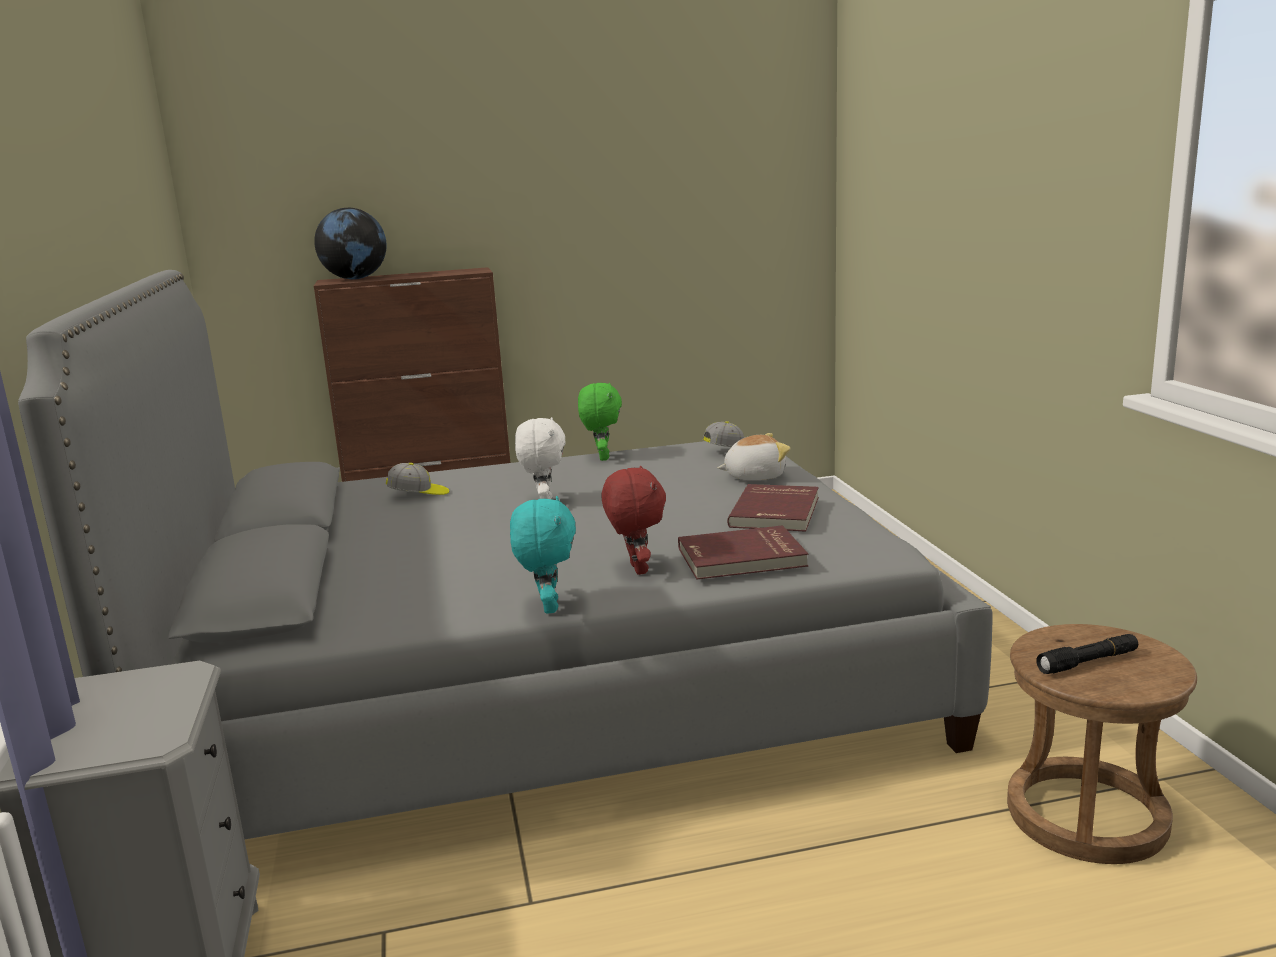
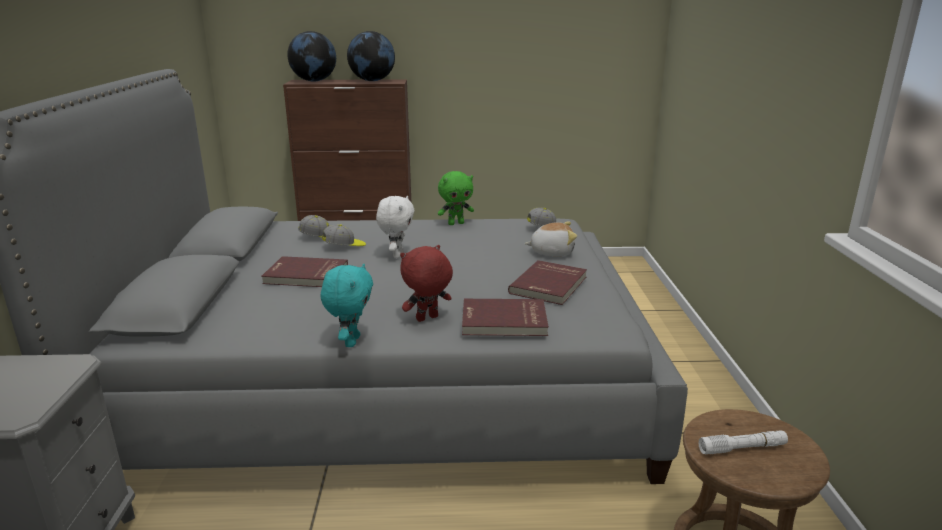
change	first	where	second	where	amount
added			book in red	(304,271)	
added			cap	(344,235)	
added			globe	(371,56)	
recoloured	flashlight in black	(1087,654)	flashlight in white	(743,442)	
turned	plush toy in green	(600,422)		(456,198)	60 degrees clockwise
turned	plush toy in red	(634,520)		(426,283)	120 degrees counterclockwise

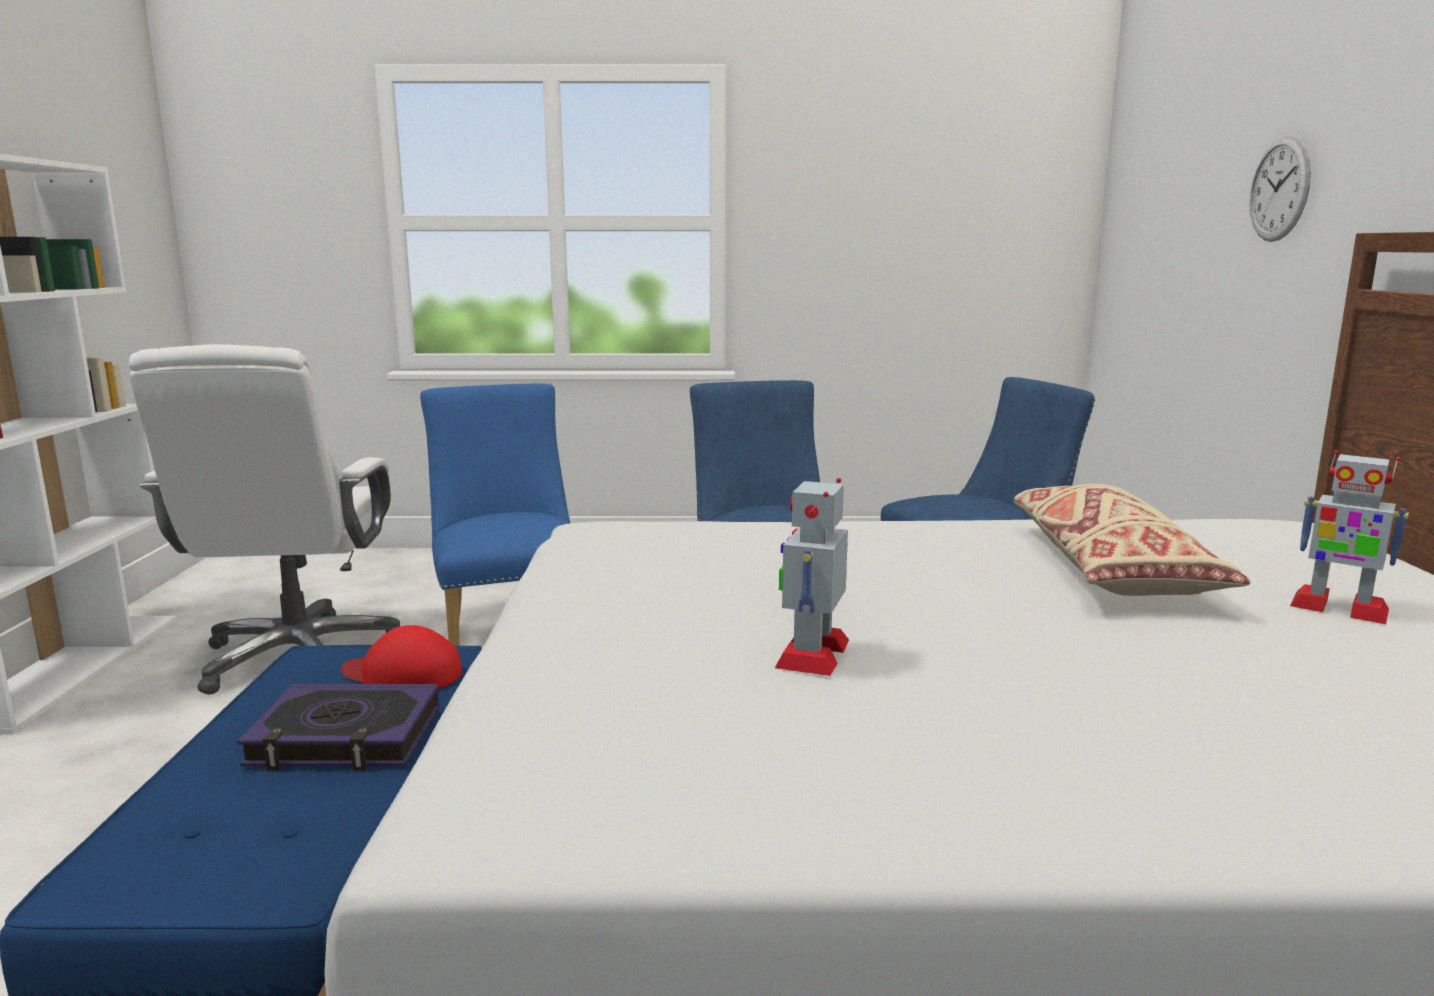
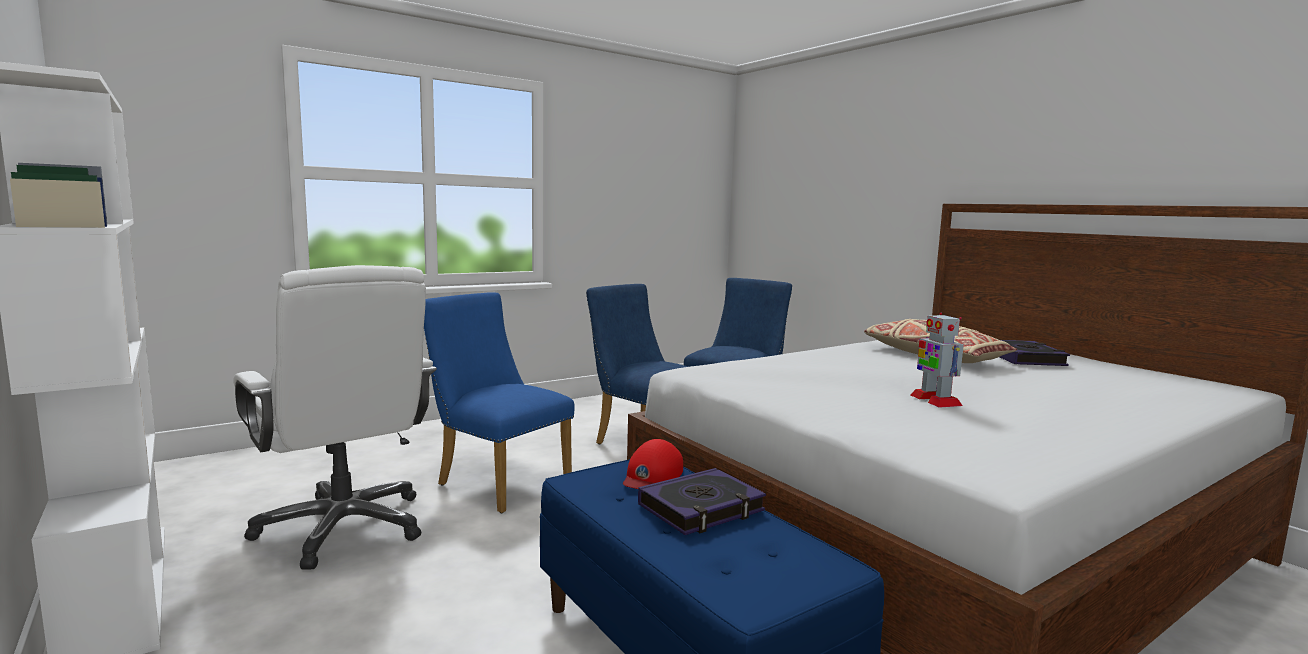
change	first	where	second	where	amount
removed	wall clock	(1280,189)			
replaced	toy robot	(1349,537)	book	(1035,353)	
turned	cap in red	(401,657)		(653,464)	45 degrees counterclockwise

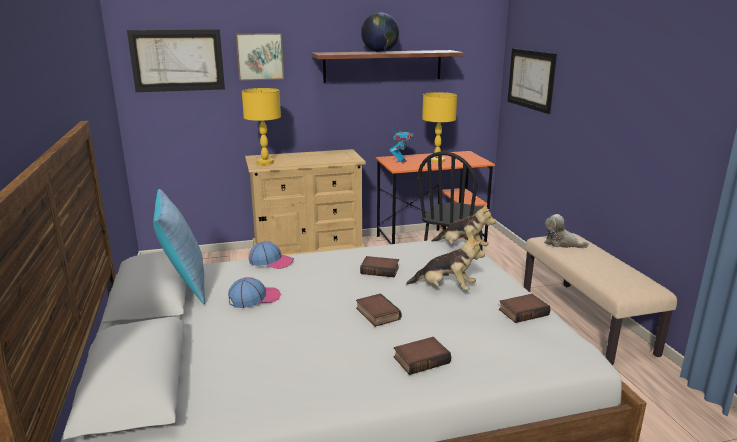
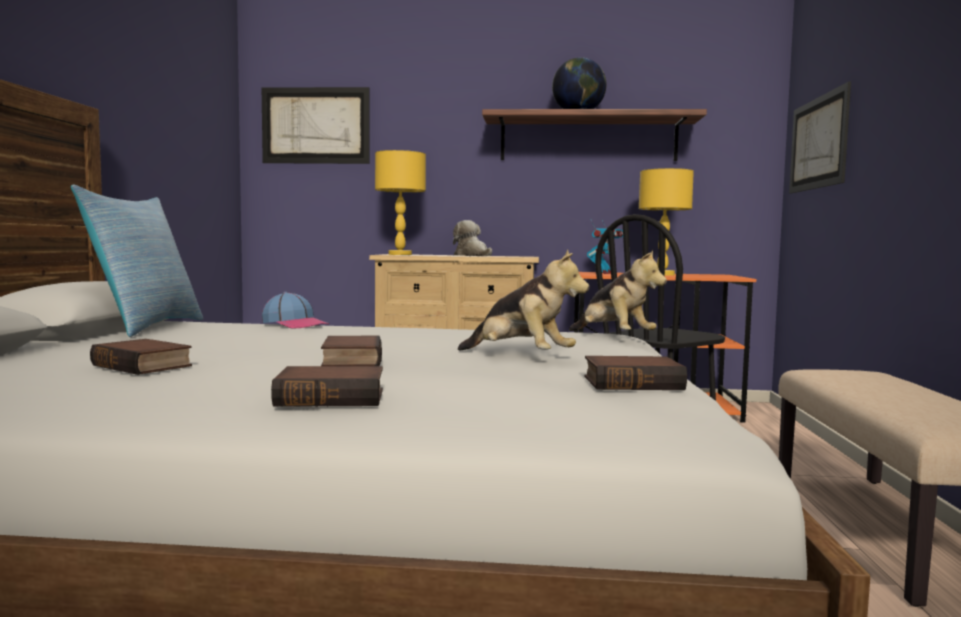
change	first	where	second	where	amount
removed	cap	(254,292)			
removed	picture	(260,57)			
moved	book	(379,266)		(141,357)	
moved	plush toy	(566,231)		(472,238)	

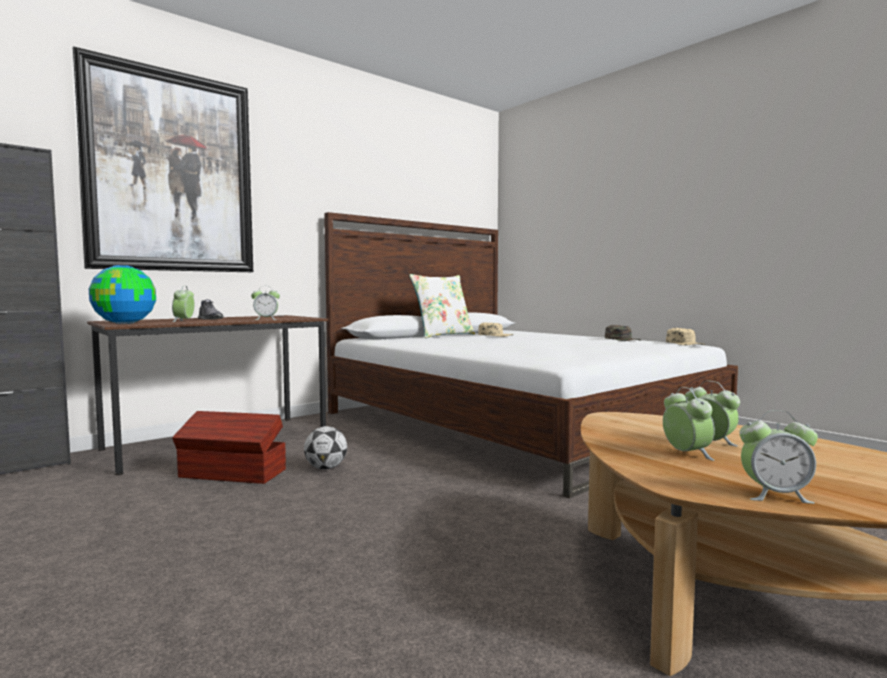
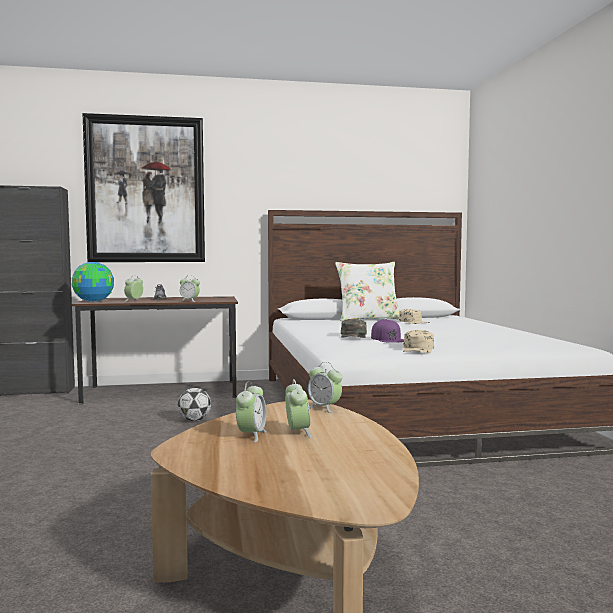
change	first	where	second	where	amount
removed	storage box in brown	(229,447)			
added			cap in purple	(387,331)	
moved	cap in green	(623,333)		(354,328)	
moved	cap in beige	(685,336)		(418,341)	
moved	alarm clock	(778,457)		(325,387)	

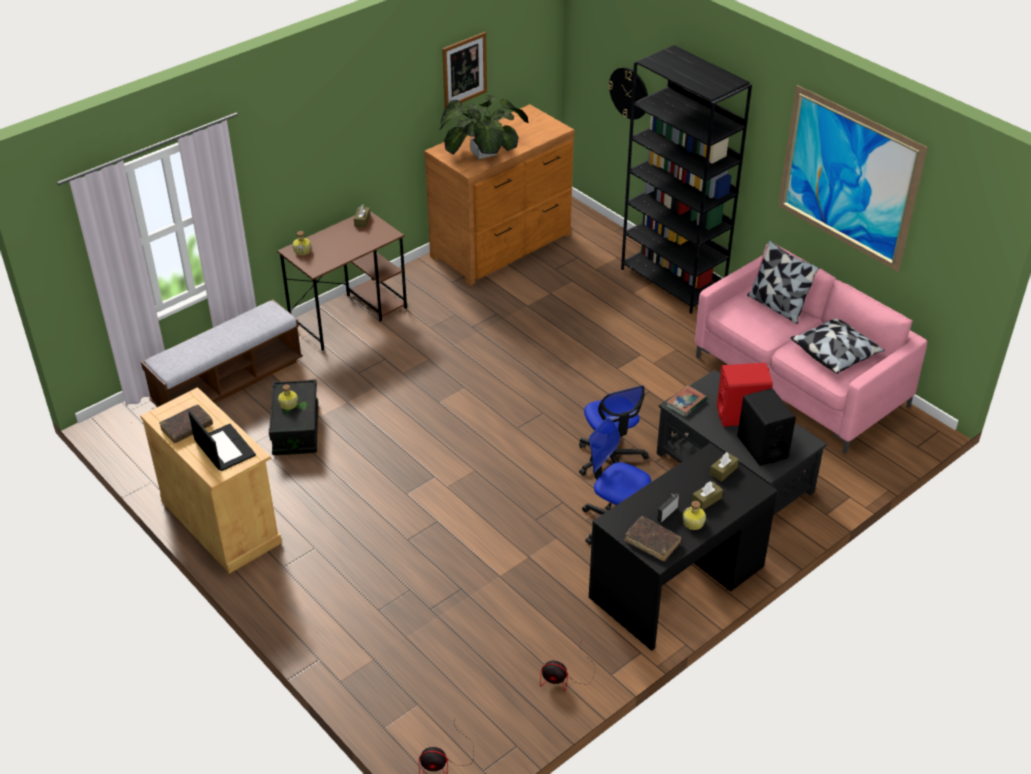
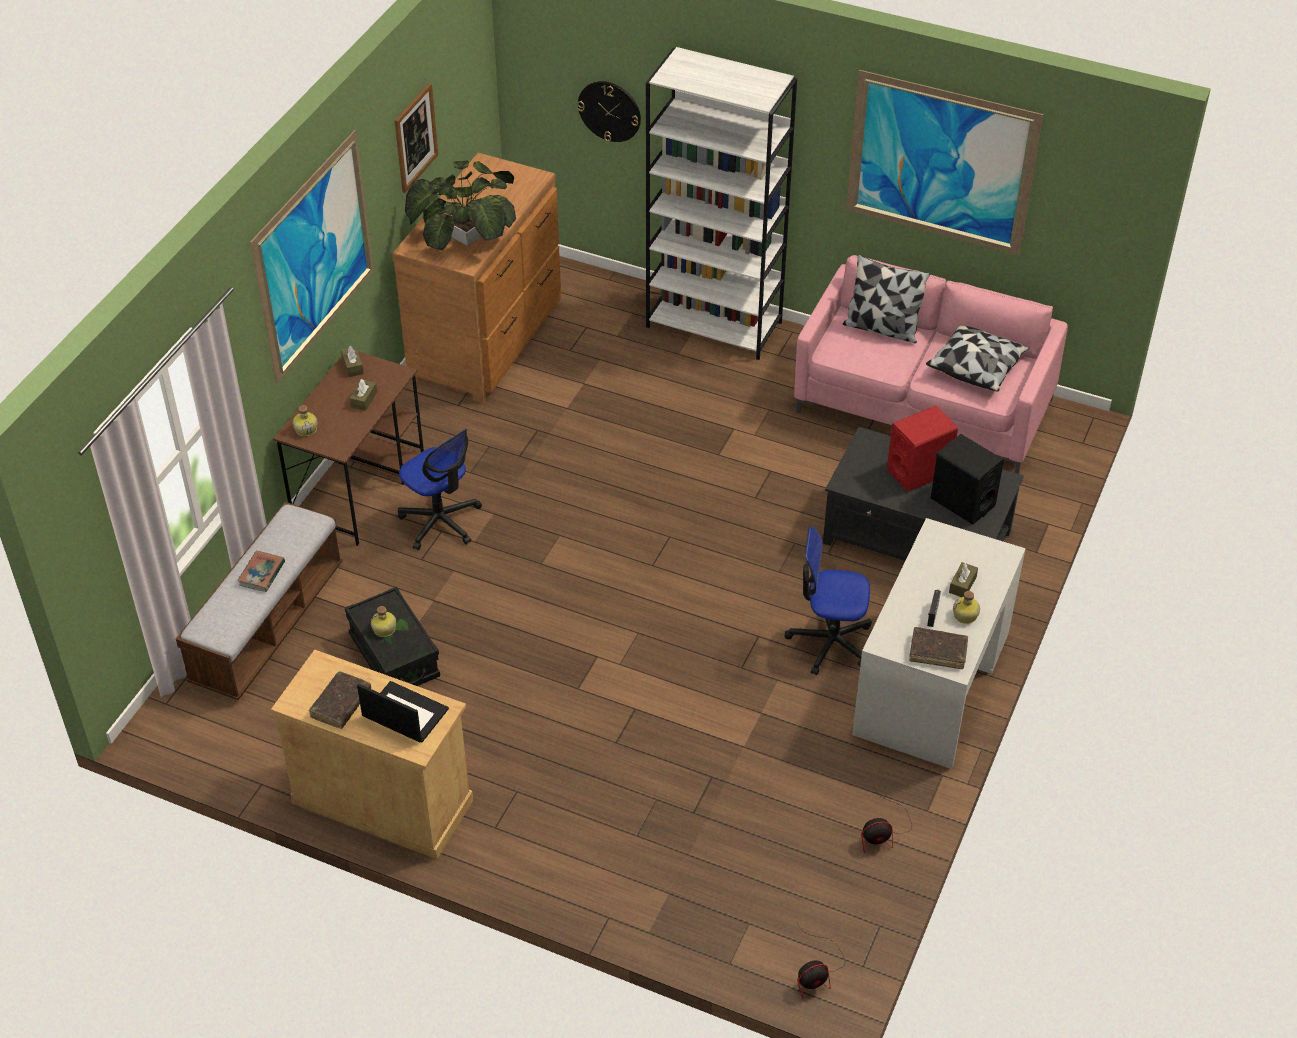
change	first	where	second	where	amount
added			picture	(312,257)	
moved	office chair	(614,431)		(440,489)	
moved	book	(686,401)		(261,571)	
moved	tissue box in brown	(724,467)		(363,395)	
recoloured	desk in black	(683,547)	desk in white	(939,643)	
recoloured	bookcase in black	(686,179)	bookcase in white	(721,203)	

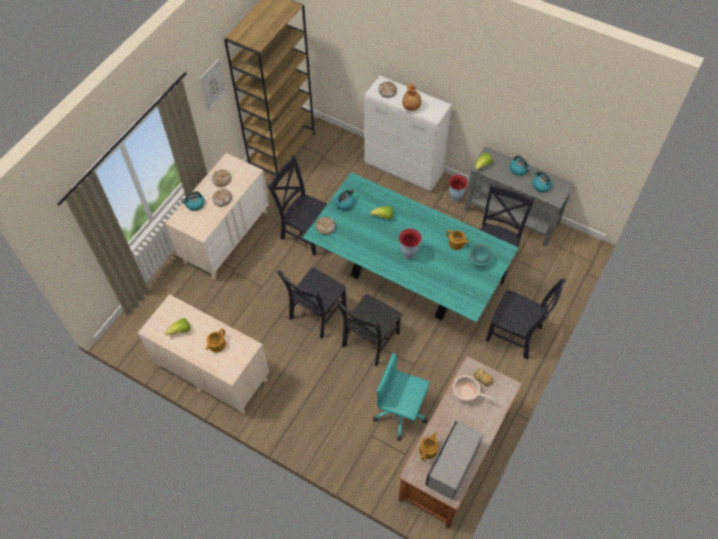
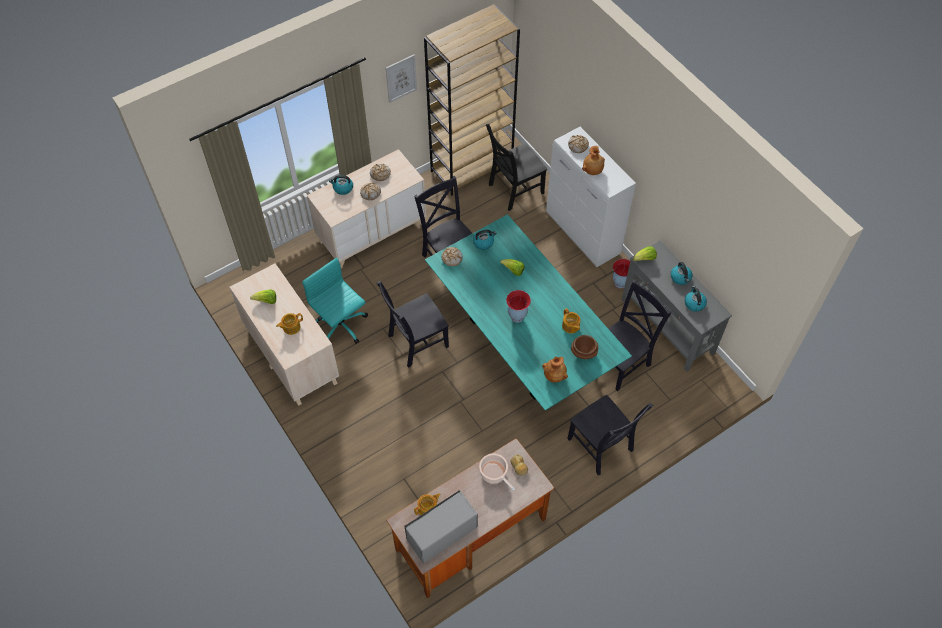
change	first	where	second	where	amount
added			vase in brown	(555,369)	
moved	chair in black	(368,330)		(516,167)	
moved	office chair in turquoise	(401,397)		(335,301)	
recoloured	bowl in turquoise	(481,255)	bowl in brown	(584,347)	

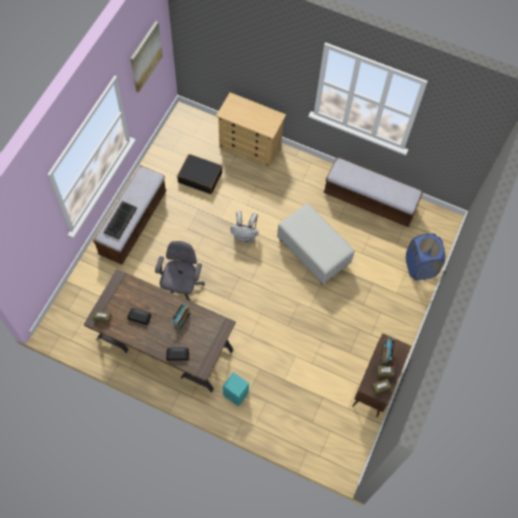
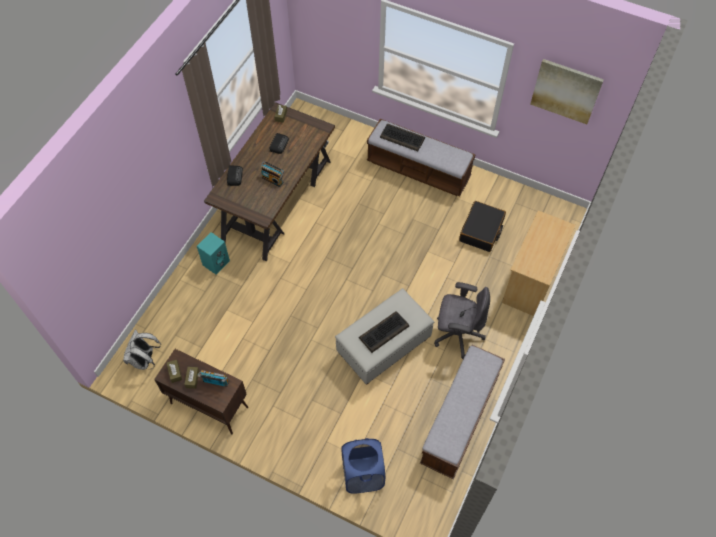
change	first	where	second	where	amount
added			keyboard	(384,332)	
moved	office chair in grey	(180,271)		(462,320)	
moved	backpack in white	(244,227)		(142,349)	

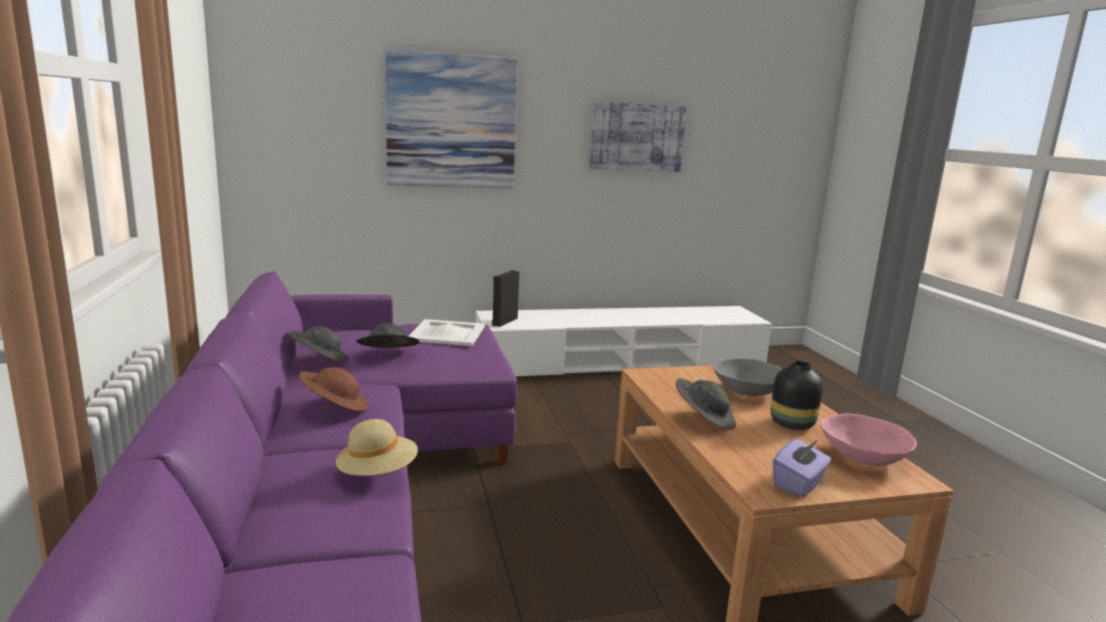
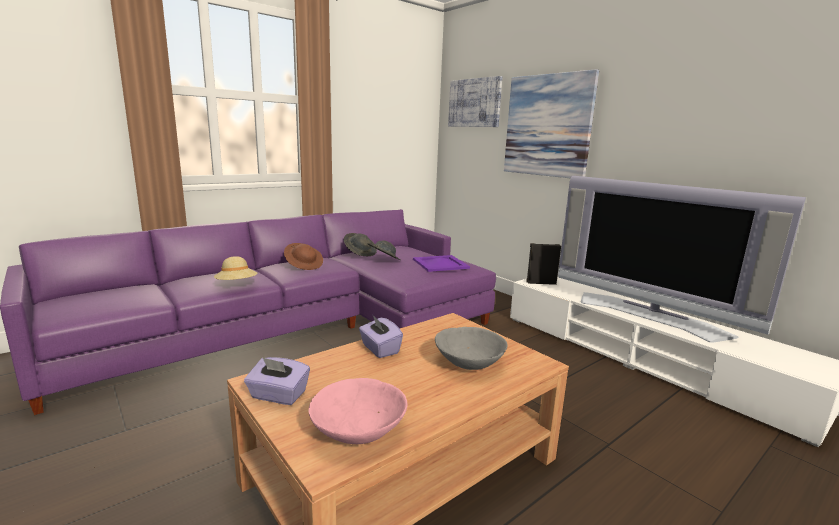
change	first	where	second	where	amount
removed	vase in black	(797,395)			
added			television	(682,259)	
moved	picture	(638,136)		(475,101)	
replaced	hat in grey	(706,404)	tissue box in purple	(381,337)	
recoloured	tray in white	(447,332)	tray in purple	(441,263)	

